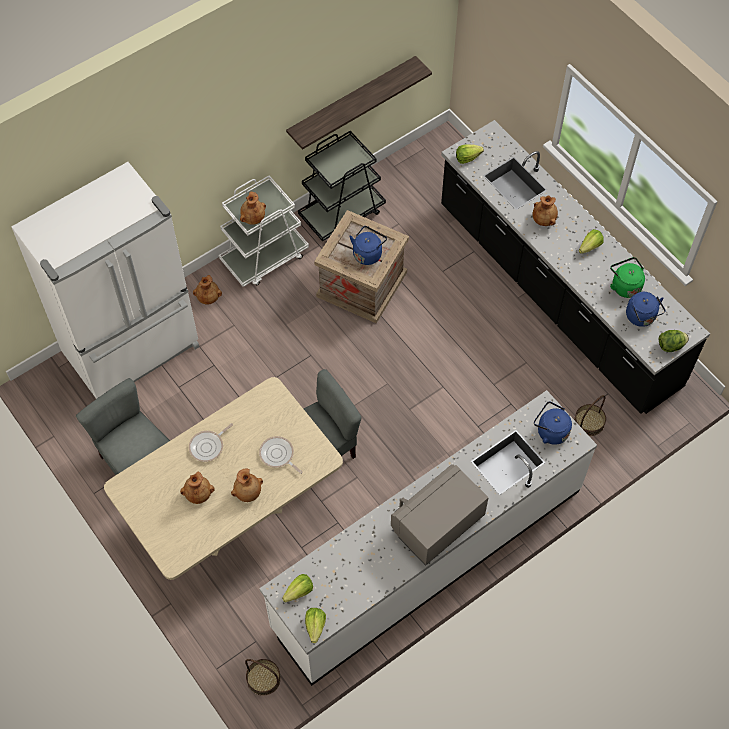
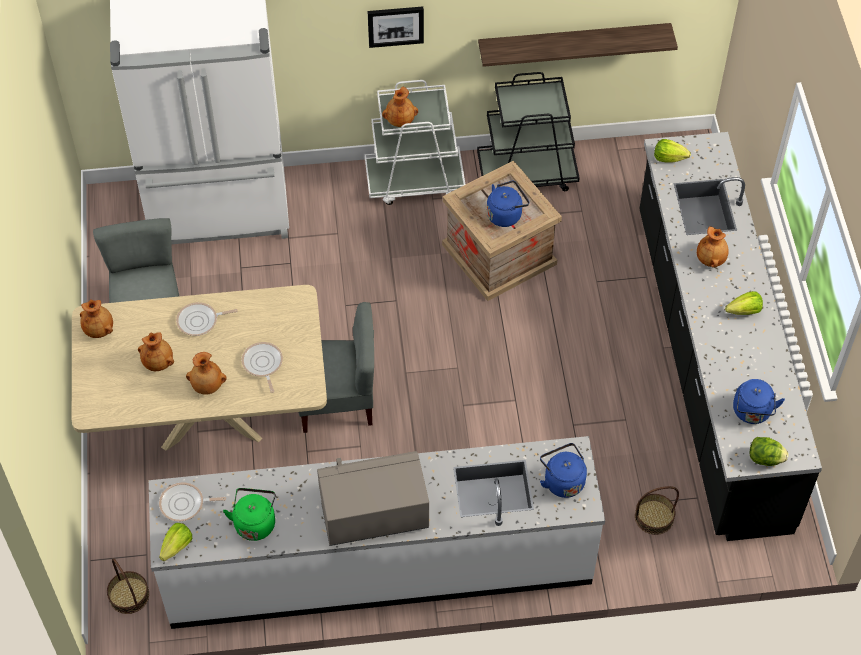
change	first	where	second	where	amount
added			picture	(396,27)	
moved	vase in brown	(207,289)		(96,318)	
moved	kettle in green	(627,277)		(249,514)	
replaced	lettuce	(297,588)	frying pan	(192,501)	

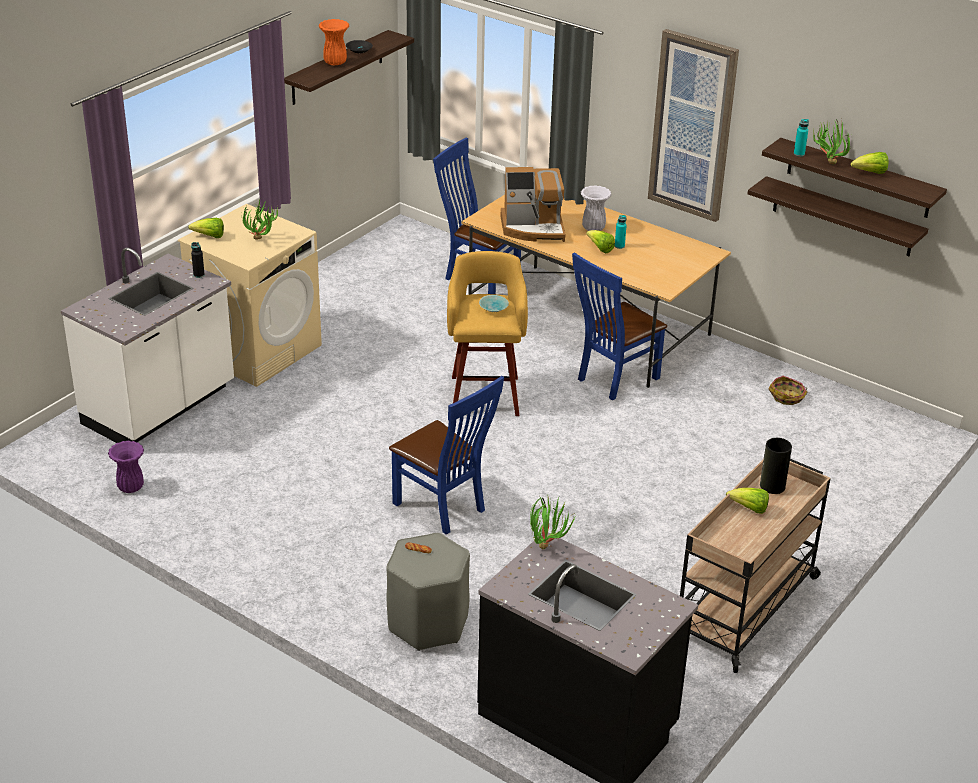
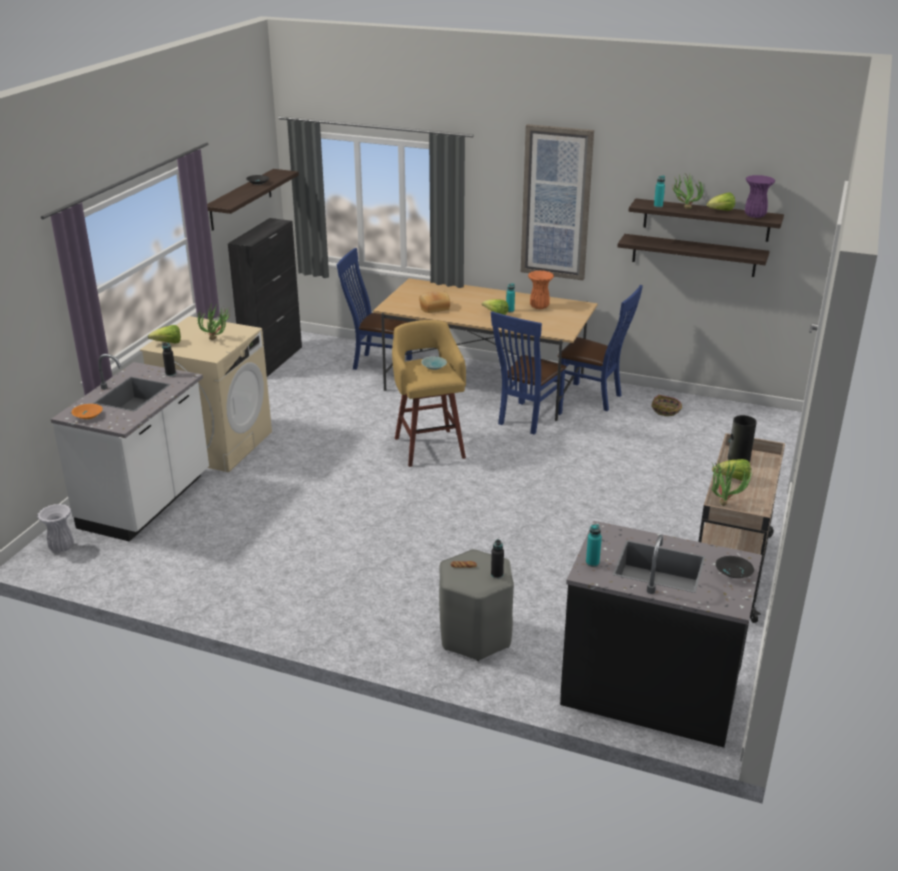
change	first	where	second	where	amount
added			bowl in orange	(87,411)	
added			cabinet in black	(265,297)	
added			bottle in black	(497,558)	
added			bottle in turquoise	(594,545)	
added			bowl in black	(734,567)	
moved	vase in purple	(126,467)		(760,196)	
moved	vase in orange	(334,42)		(541,290)	
moved	chair in blue	(446,455)		(600,348)	
moved	potted plant	(553,522)		(732,482)	
moved	vase in white	(596,208)		(55,528)	
replaced	coffee machine	(533,204)	bread	(434,302)	

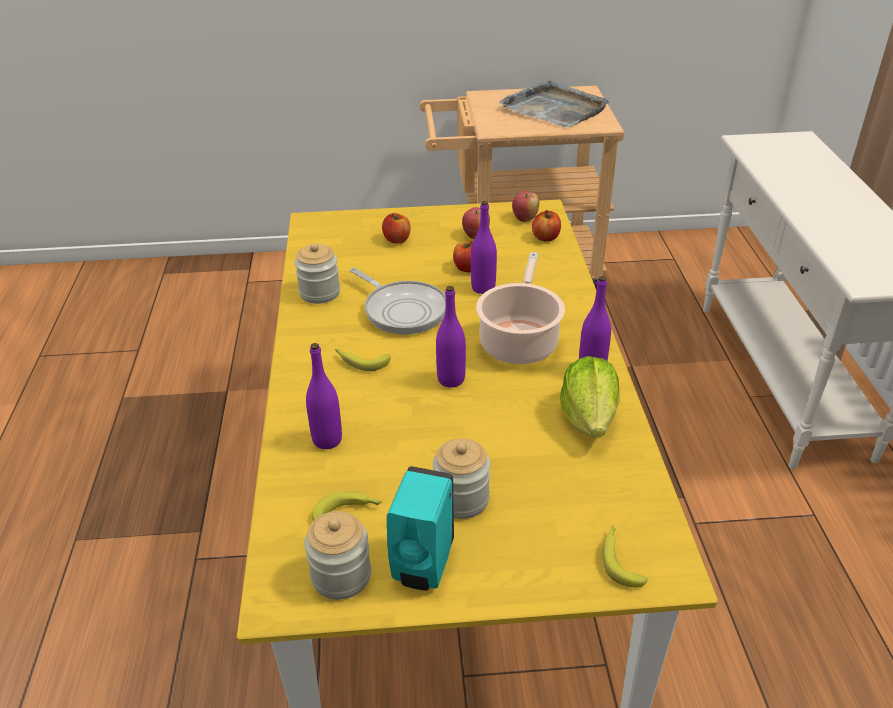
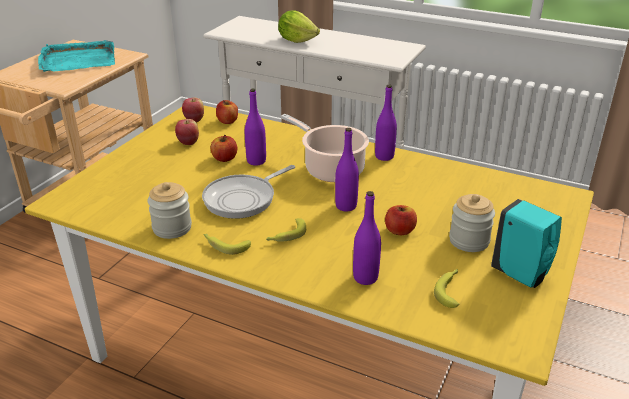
change	first	where	second	where	amount
removed	jar	(338,555)			
moved	apple	(396,228)		(401,220)	
moved	lettuce	(590,397)		(299,26)	
moved	banana	(625,556)		(227,244)	
recoloured	tray in grey	(554,103)	tray in turquoise	(76,56)	
turned	frying pan	(398,301)		(248,192)	150 degrees clockwise

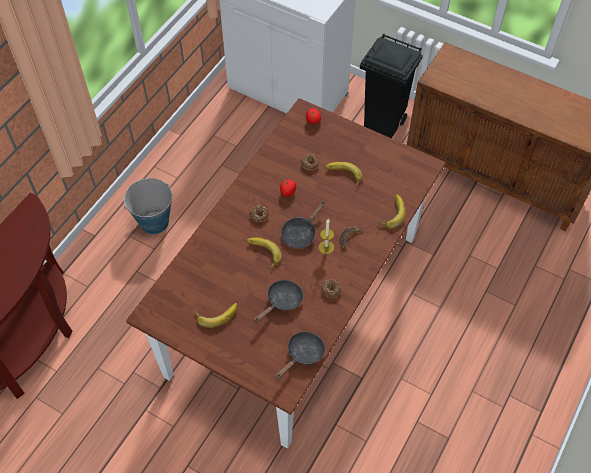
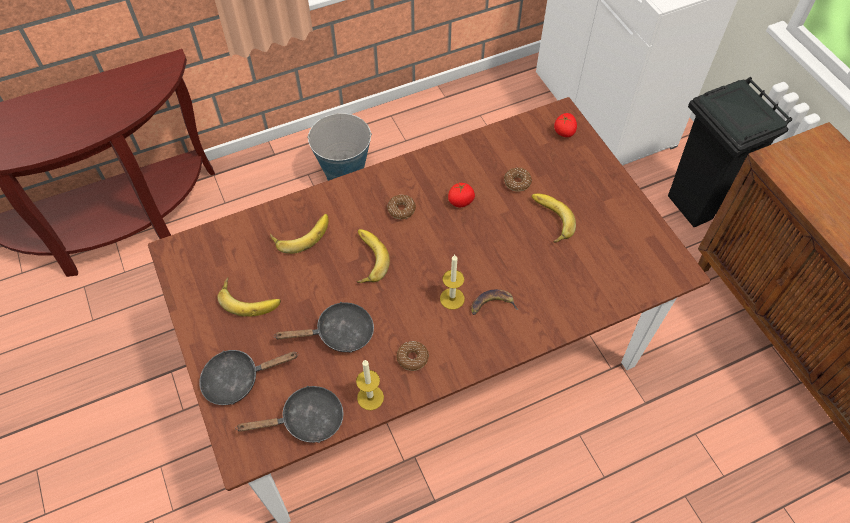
change	first	where	second	where	amount
added			candle	(370,385)	
moved	frying pan in black	(303,225)		(248,377)	
moved	banana	(392,211)		(299,234)	

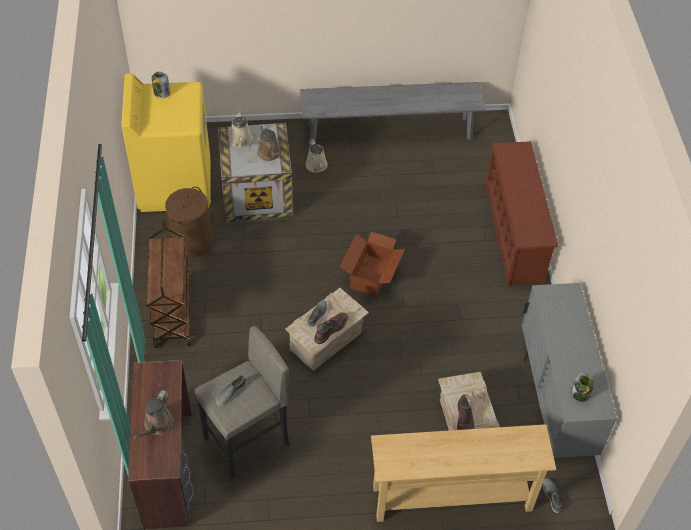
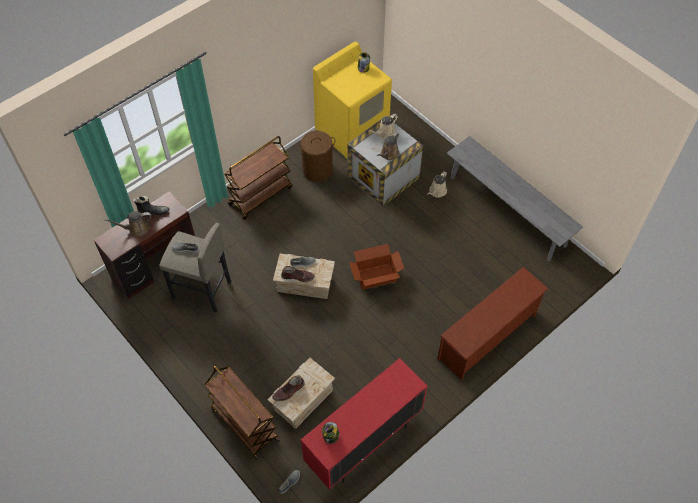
change	first	where	second	where	amount
added			boot in black	(151,206)	
replaced	console table in beige	(463,473)	cart in brown	(242,412)	
recoloured	cabinet in grey	(569,370)	cabinet in red	(364,424)	

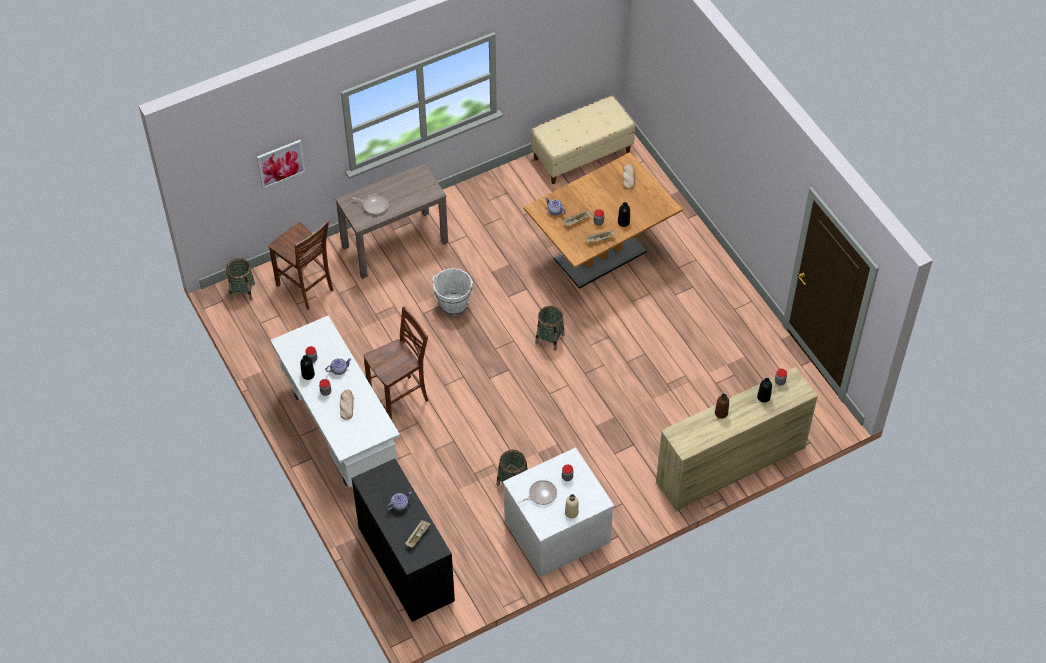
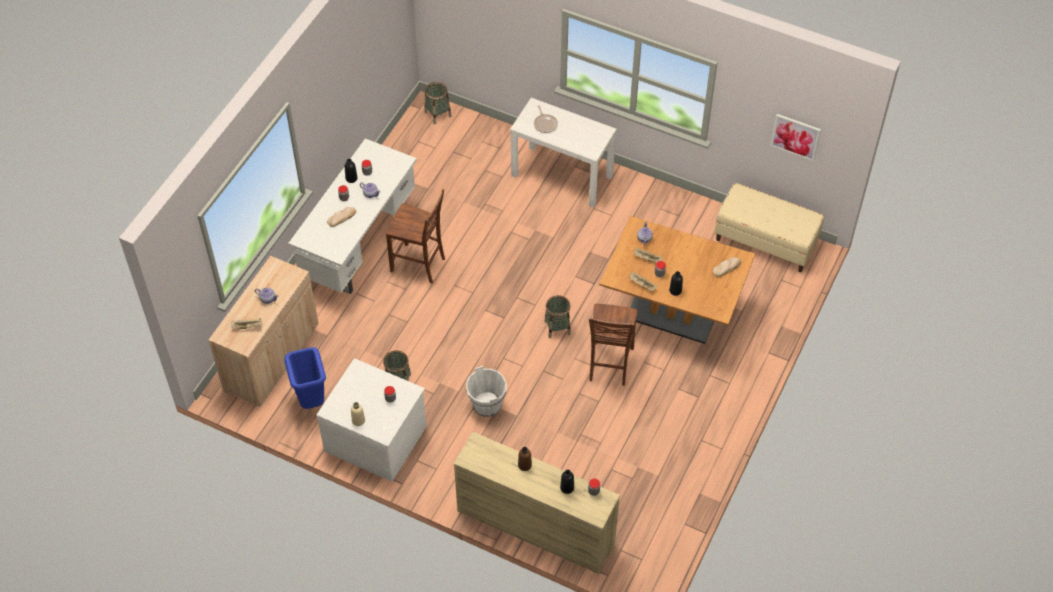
change	first	where	second	where	amount
removed	frying pan	(537,492)			
added			trash can in blue	(305,378)	
moved	picture	(281,164)		(795,137)	
moved	chair in brown	(300,265)		(613,345)	
moved	bucket in white	(452,292)		(486,391)	
recoloured	console table in brown	(391,221)	console table in white	(563,153)	
recoloured	cabinet in black	(403,540)	cabinet in beige	(263,331)	

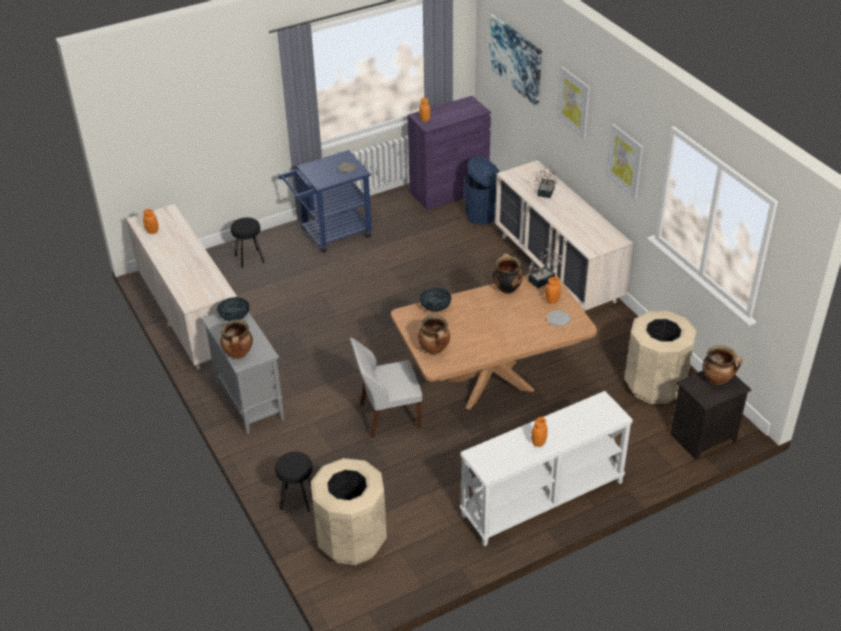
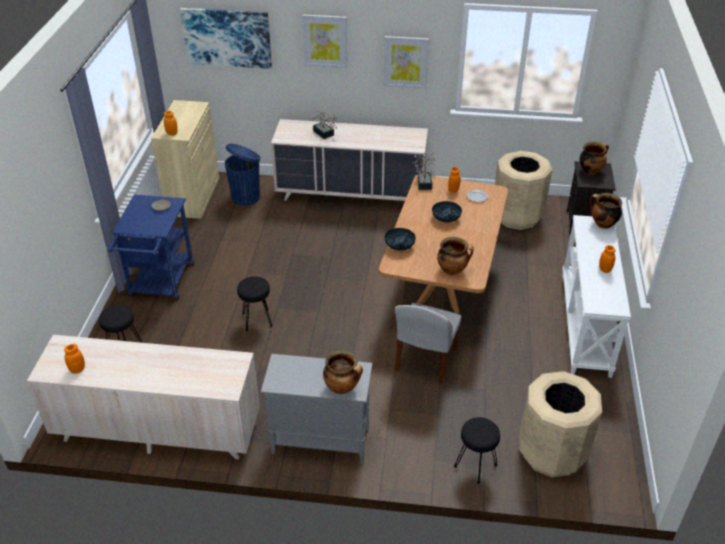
change	first	where	second	where	amount
added			stool in black	(254,303)	
moved	bowl	(233,309)		(447,211)	
moved	cooking pot	(508,274)		(606,211)	
recoloured	cabinet in purple	(449,153)	cabinet in beige	(185,159)	

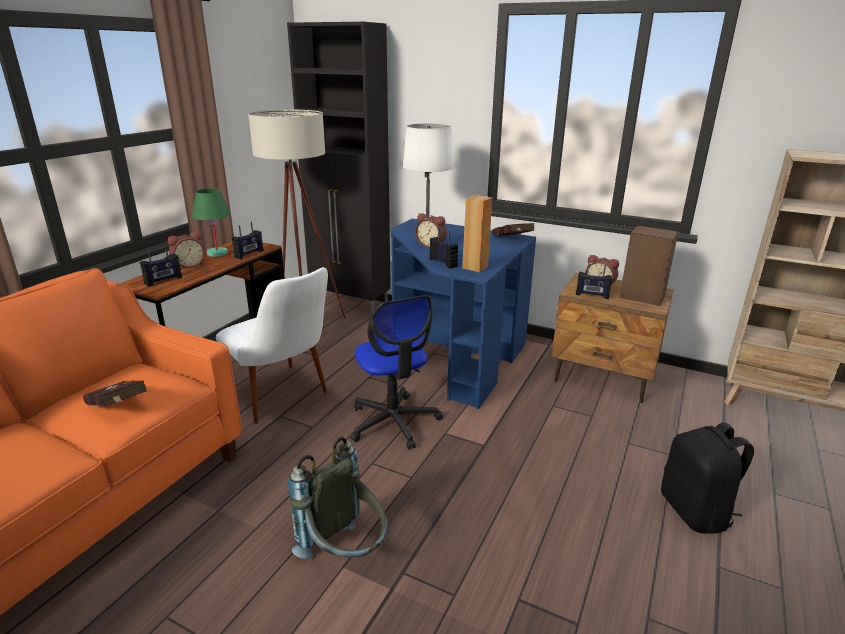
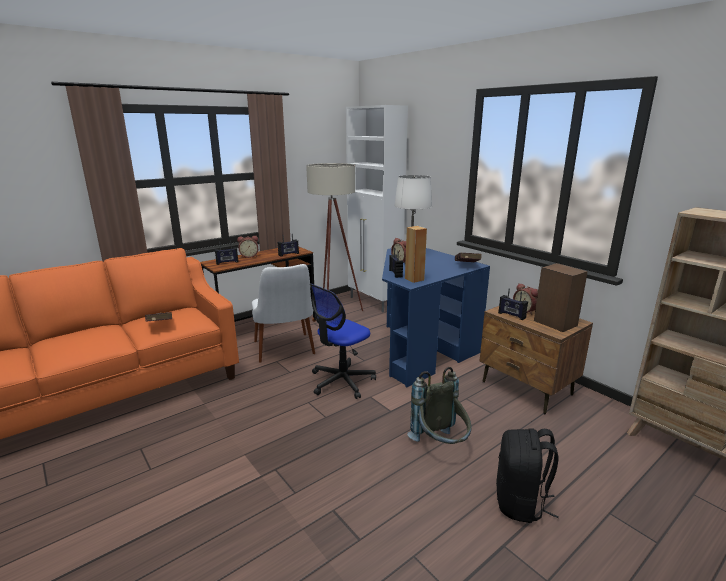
change	first	where	second	where	amount
removed	table lamp in green	(211,222)			
moved	backpack in grey	(337,498)		(439,405)	
recoloured	cabinet in black	(339,169)	cabinet in white	(377,209)	
turned	office chair	(396,372)		(343,341)	45 degrees clockwise

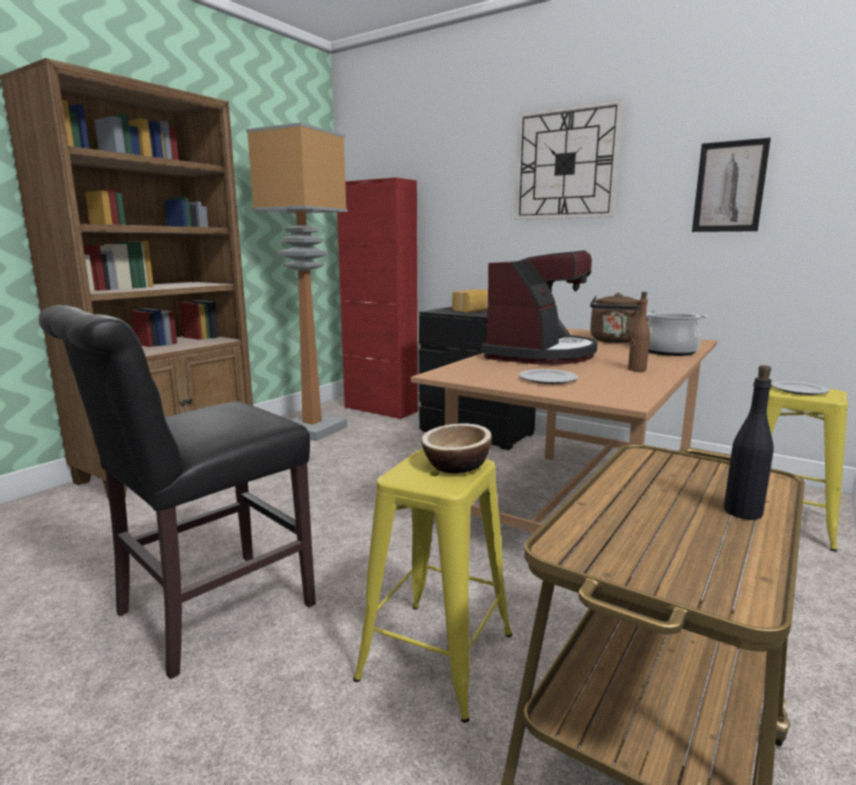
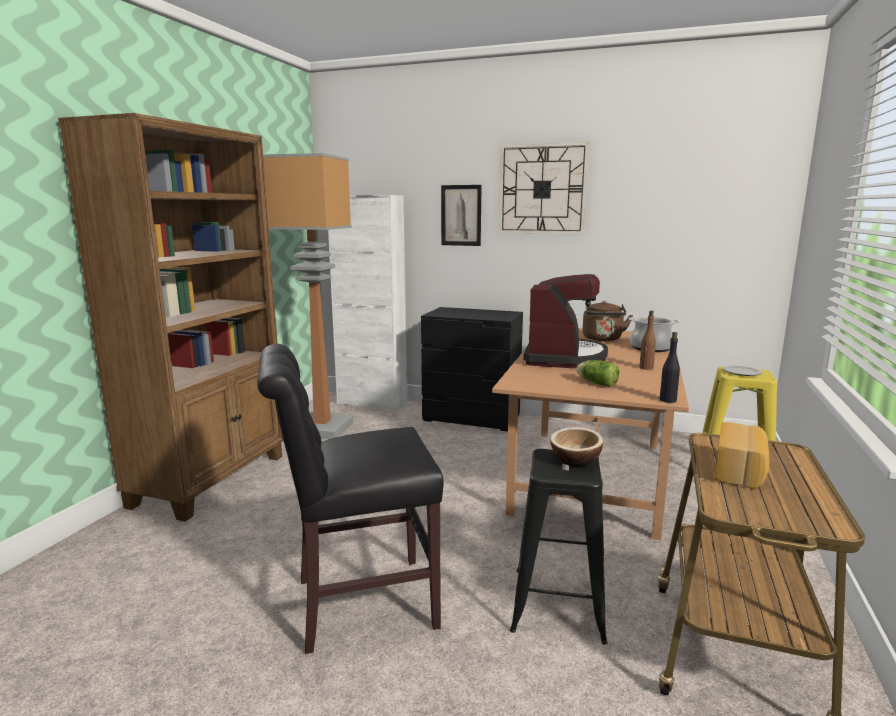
change	first	where	second	where	amount
moved	bread	(470,301)		(741,455)	
moved	picture	(731,185)		(461,215)	
moved	bottle in black	(749,442)		(670,367)	
replaced	plate	(548,376)	lettuce	(597,373)	
recoloured	cabinet in red	(377,298)	cabinet in white	(367,303)	
recoloured	stool in yellow	(432,586)	stool in black	(559,547)	
turned	chair in black	(177,492)		(350,499)	45 degrees clockwise

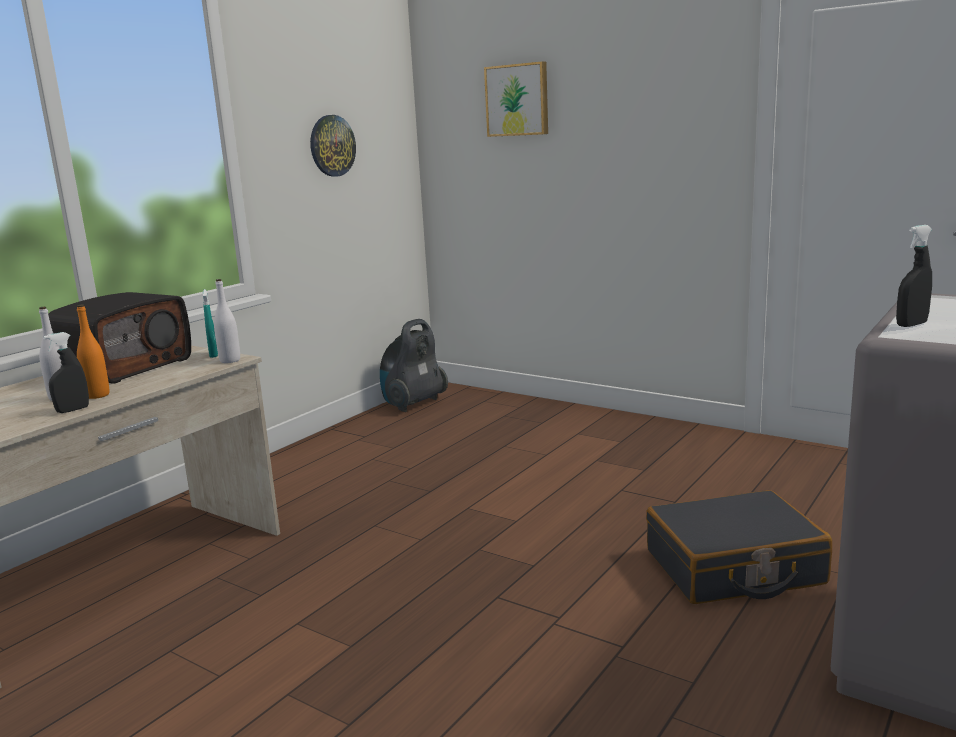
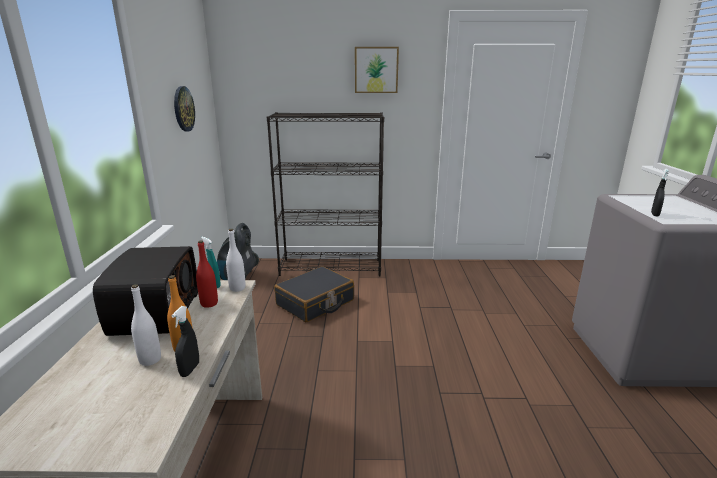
change	first	where	second	where	amount
added			bottle in red	(207,274)	
added			bookcase in black	(325,194)	
moved	picture	(516,99)		(377,70)	
moved	suitcase in black	(739,547)		(314,294)	

